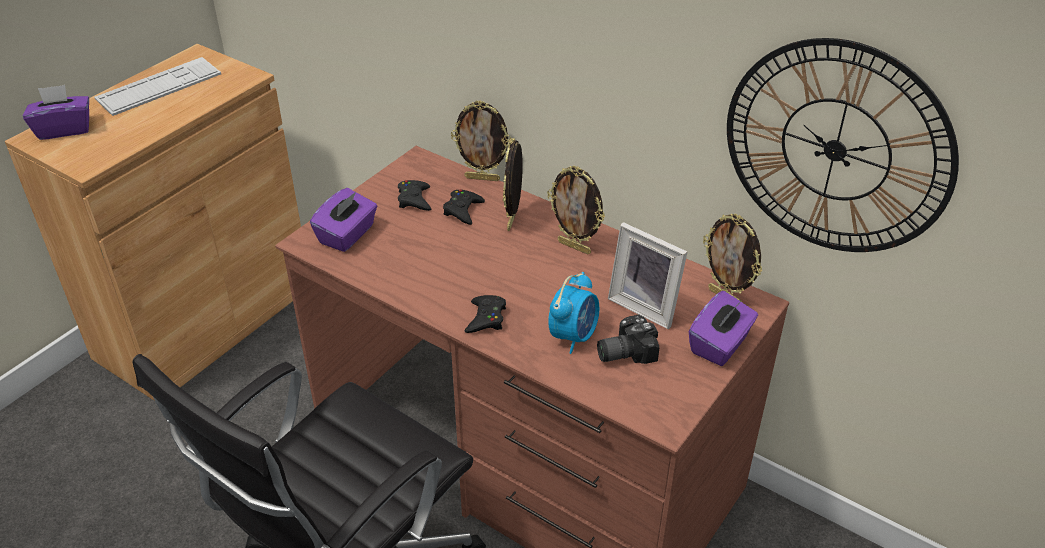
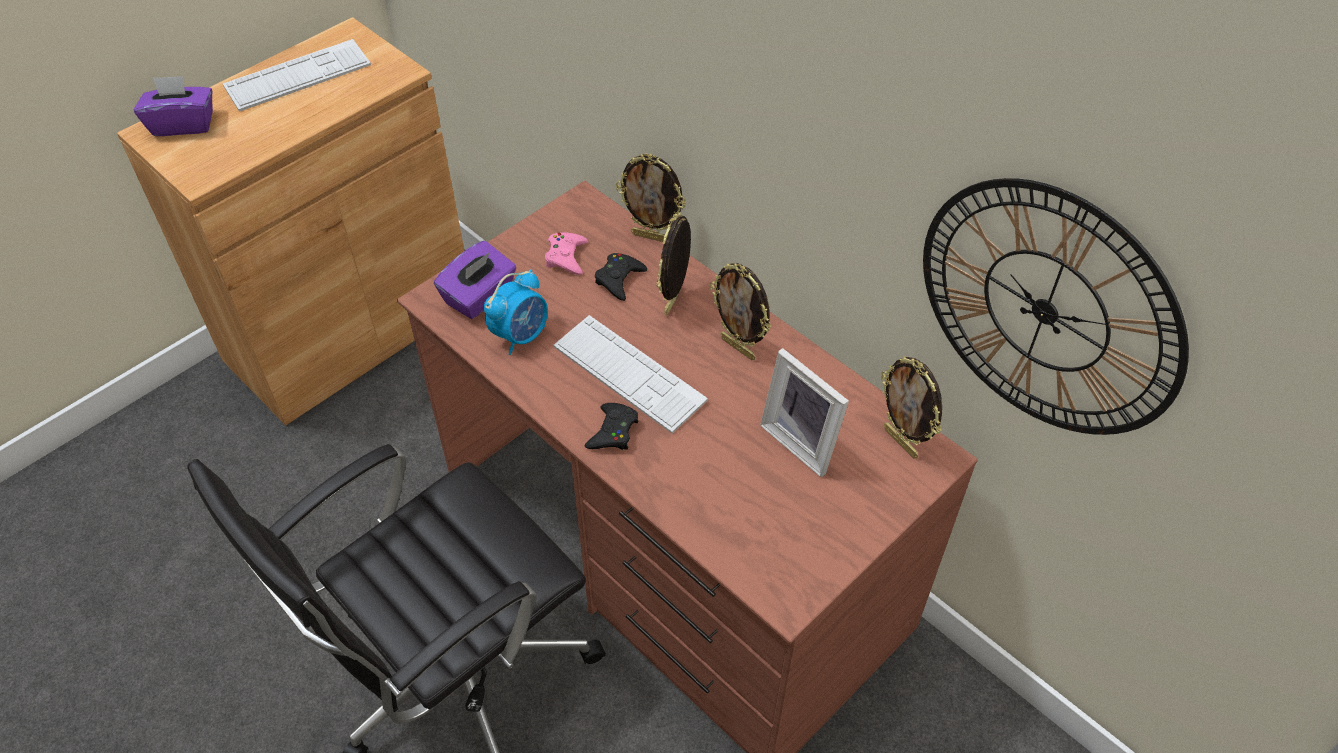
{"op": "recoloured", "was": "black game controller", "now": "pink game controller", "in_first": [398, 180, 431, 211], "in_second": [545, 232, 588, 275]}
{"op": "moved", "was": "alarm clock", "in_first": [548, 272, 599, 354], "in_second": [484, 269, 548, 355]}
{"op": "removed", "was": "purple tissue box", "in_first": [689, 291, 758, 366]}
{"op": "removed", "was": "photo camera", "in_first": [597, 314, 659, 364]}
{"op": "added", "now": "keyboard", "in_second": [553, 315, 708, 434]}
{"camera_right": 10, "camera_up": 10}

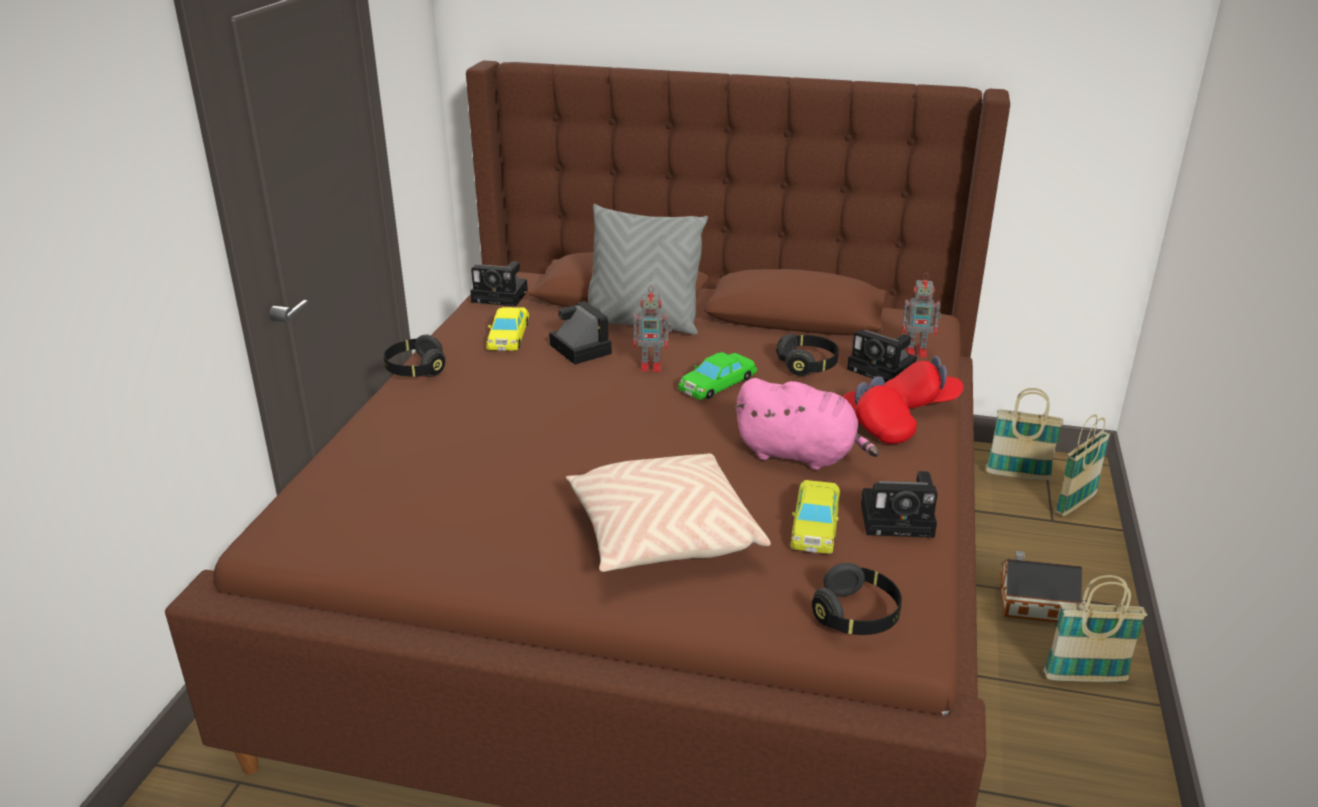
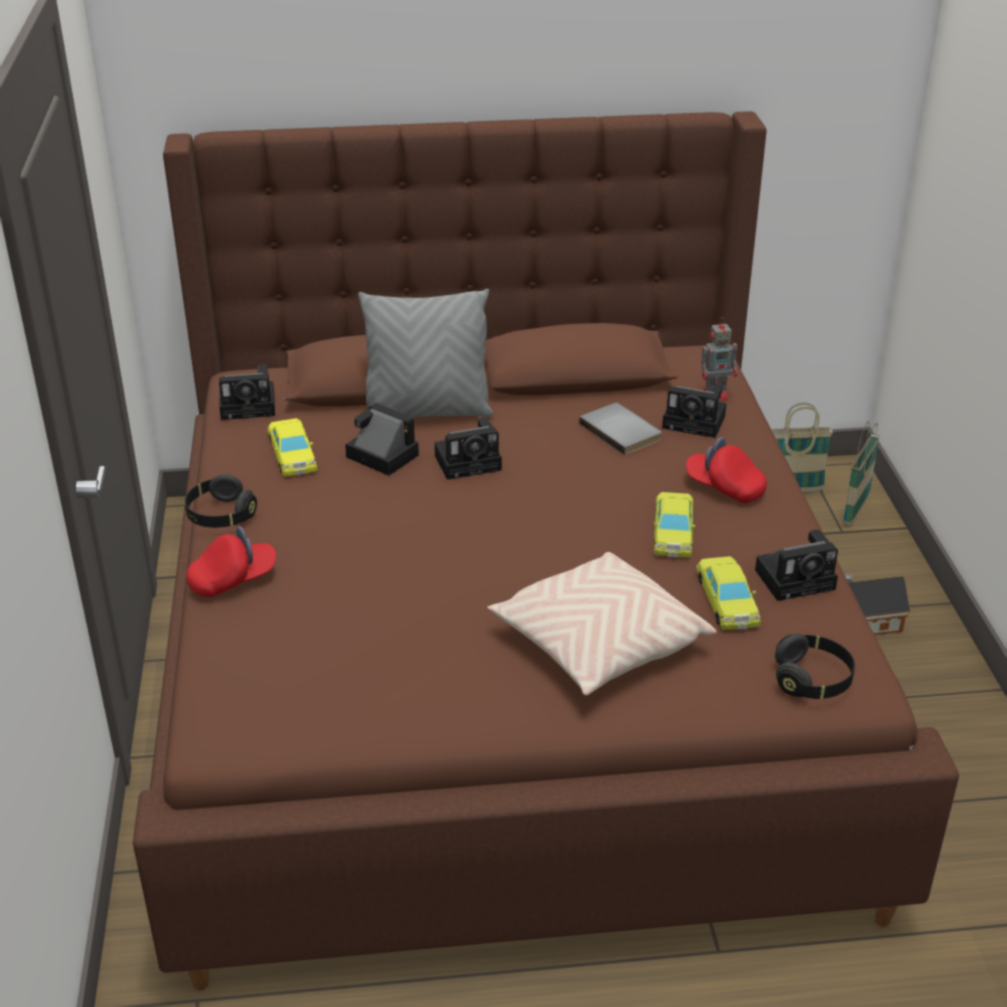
{"op": "replaced", "was": "toy robot", "now": "photo camera", "in_first": [633, 286, 672, 372], "in_second": [434, 417, 502, 480]}
{"op": "replaced", "was": "black headphones", "now": "grey book", "in_first": [776, 334, 839, 376], "in_second": [579, 403, 662, 455]}
{"op": "removed", "was": "green toy car", "in_first": [678, 352, 757, 400]}
{"op": "moved", "was": "red cap", "in_first": [885, 356, 964, 409], "in_second": [186, 526, 276, 598]}
{"op": "replaced", "was": "pink plush toy", "now": "yellow toy car", "in_first": [733, 378, 879, 470], "in_second": [653, 492, 696, 558]}
{"op": "removed", "was": "basket", "in_first": [1044, 575, 1147, 682]}
{"camera_right": -20, "camera_up": 5}

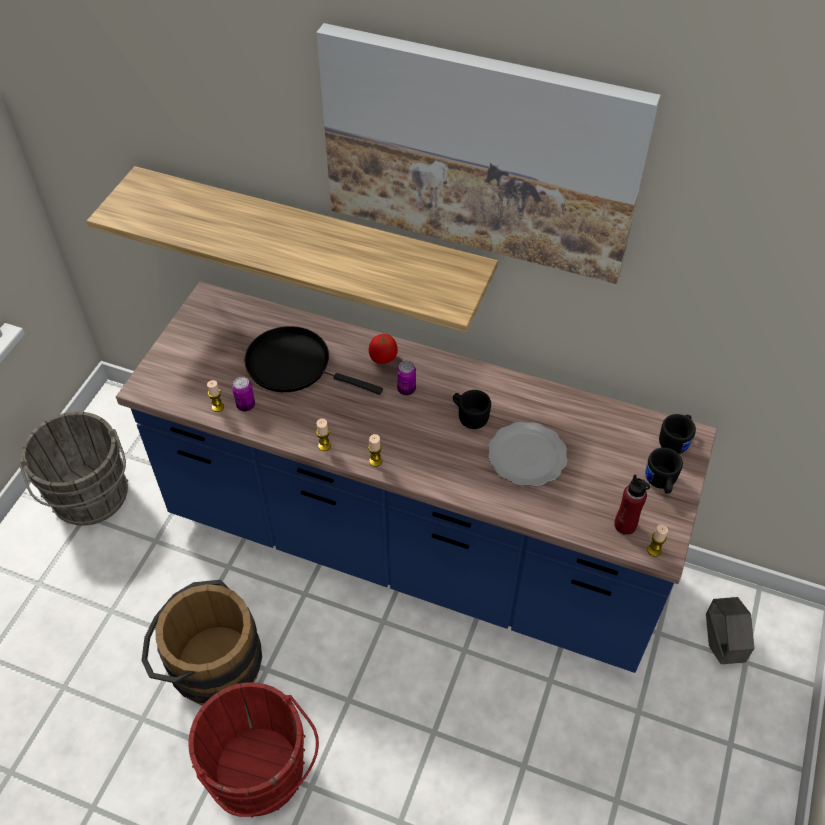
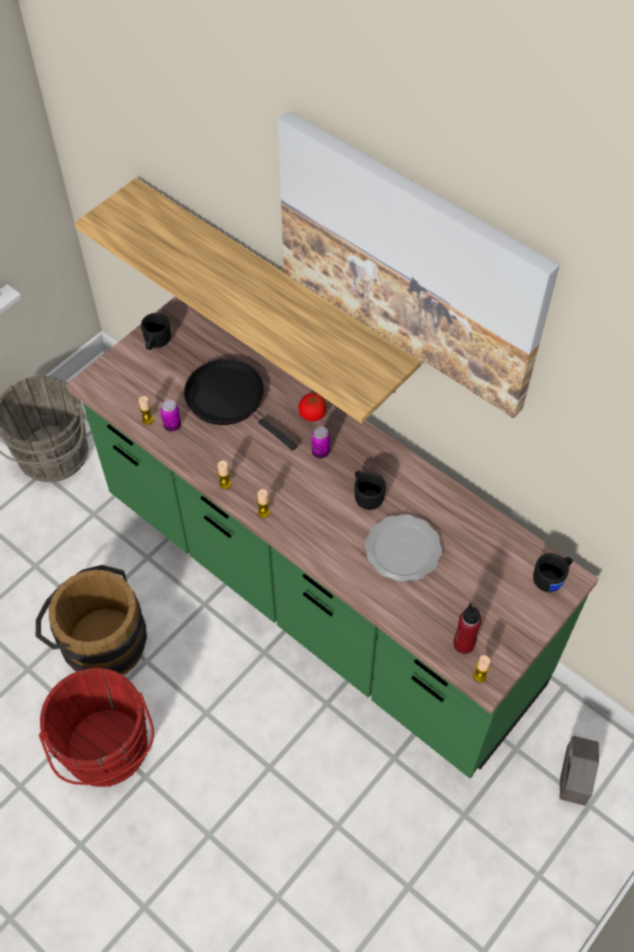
{"op": "recoloured", "was": "blue counter", "now": "green counter", "in_first": [116, 281, 717, 673], "in_second": [66, 296, 599, 778]}
{"op": "moved", "was": "black mug", "in_first": [645, 448, 683, 494], "in_second": [141, 313, 171, 350]}
{"camera_right": 20, "camera_up": 5}

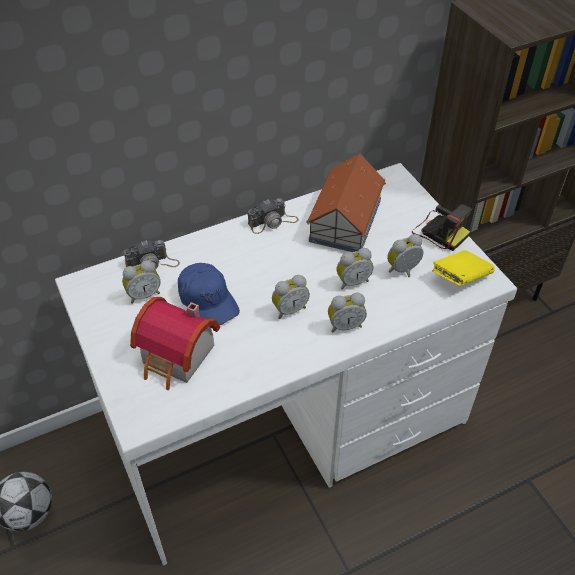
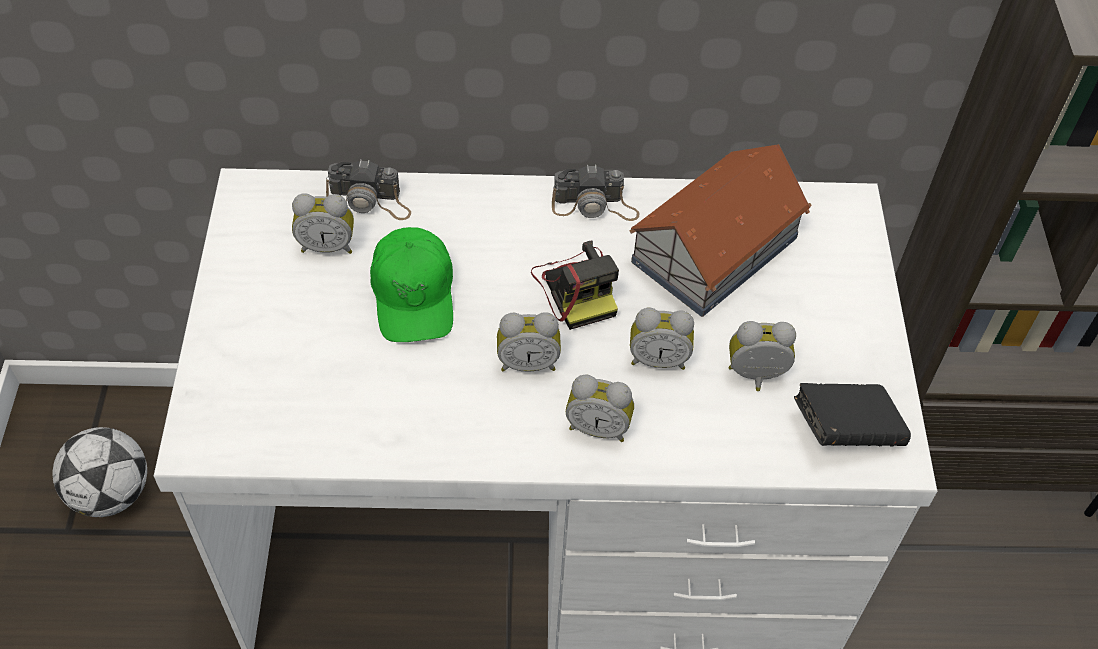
{"op": "moved", "was": "photo camera", "in_first": [412, 204, 472, 251], "in_second": [531, 241, 619, 330]}
{"op": "recoloured", "was": "yellow book", "now": "black book", "in_first": [432, 250, 495, 286], "in_second": [794, 383, 911, 446]}
{"op": "recoloured", "was": "blue cap", "now": "green cap", "in_first": [178, 263, 240, 328], "in_second": [370, 227, 453, 342]}
{"op": "removed", "was": "toy house", "in_first": [130, 297, 220, 390]}
{"camera_right": 25, "camera_up": 5}

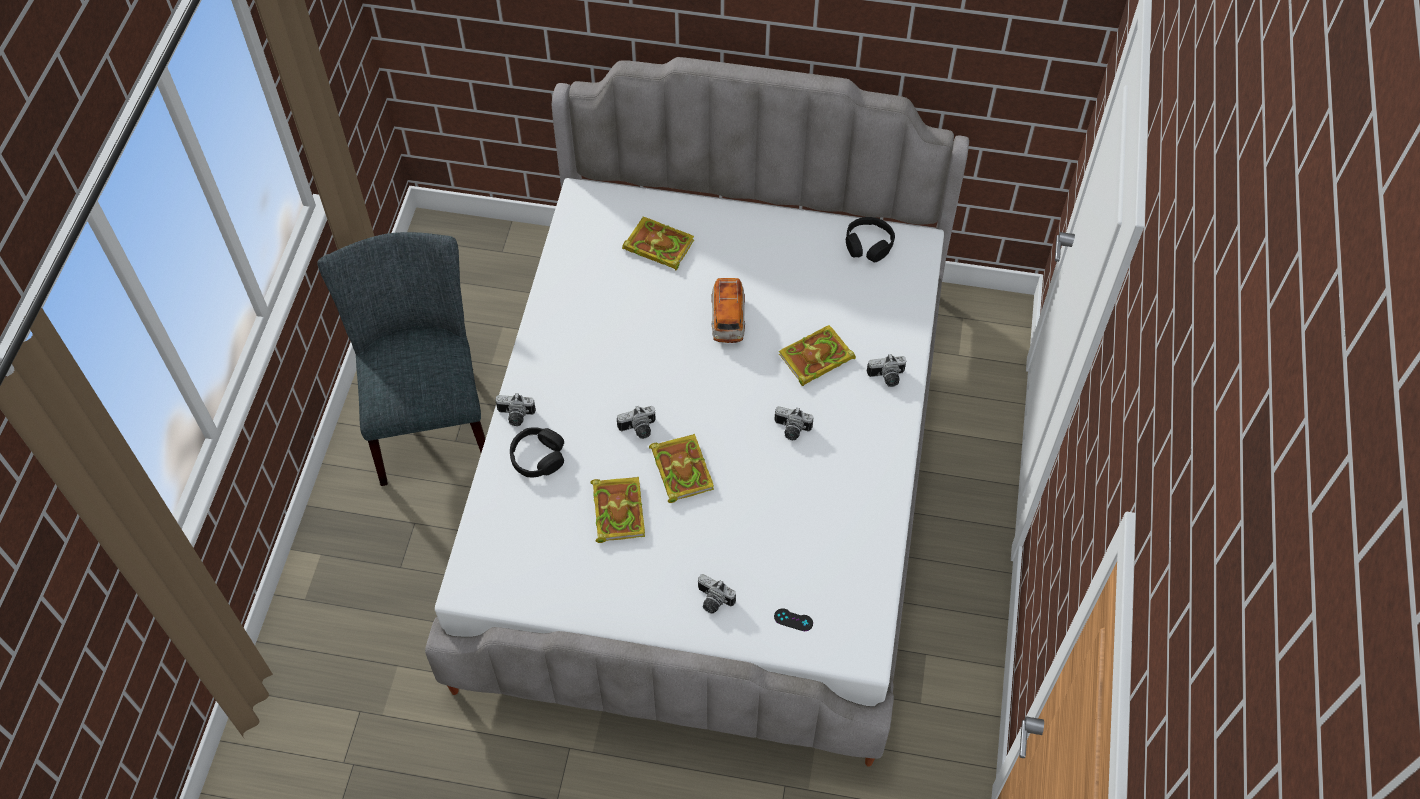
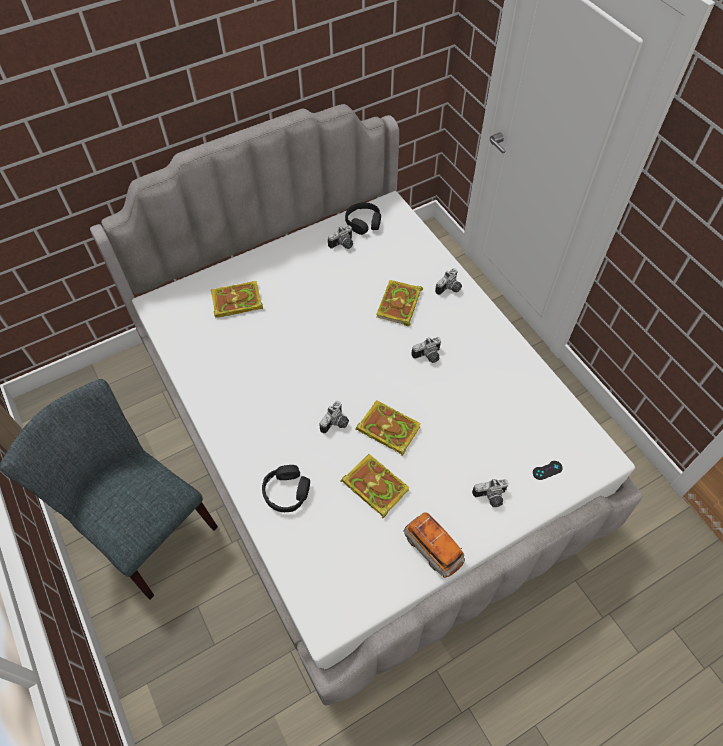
{"op": "moved", "was": "toy car", "in_first": [711, 278, 745, 343], "in_second": [404, 512, 465, 578]}
{"op": "moved", "was": "photo camera", "in_first": [495, 393, 536, 426], "in_second": [328, 226, 353, 249]}
{"camera_right": -40, "camera_up": 0}

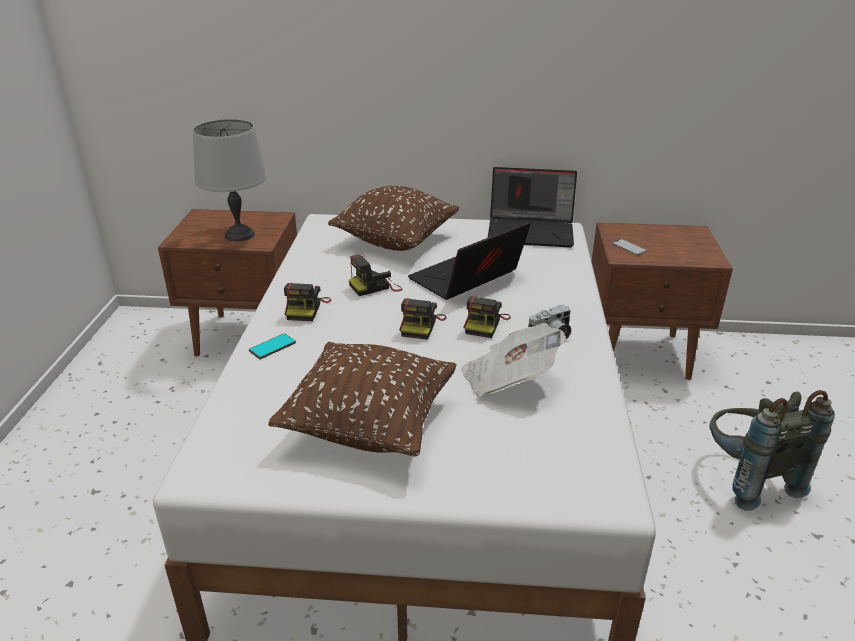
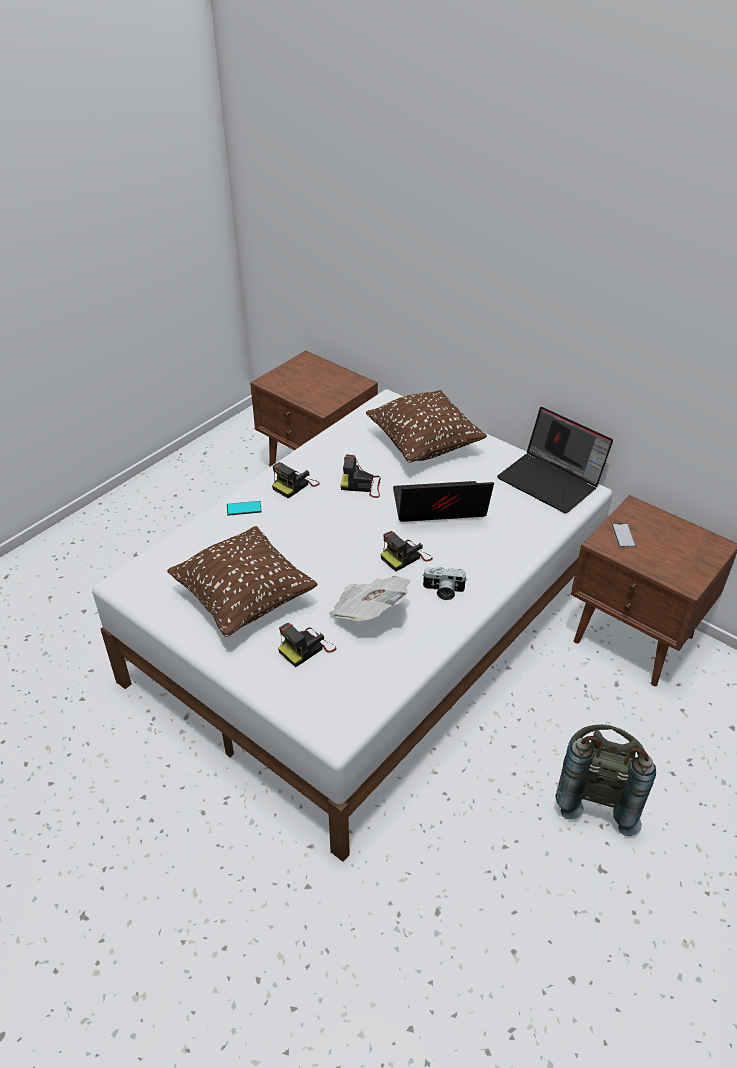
{"op": "removed", "was": "grey table lamp", "in_first": [193, 119, 267, 242]}
{"op": "moved", "was": "photo camera", "in_first": [399, 298, 447, 340], "in_second": [278, 623, 337, 667]}
{"camera_right": 35, "camera_up": 10}

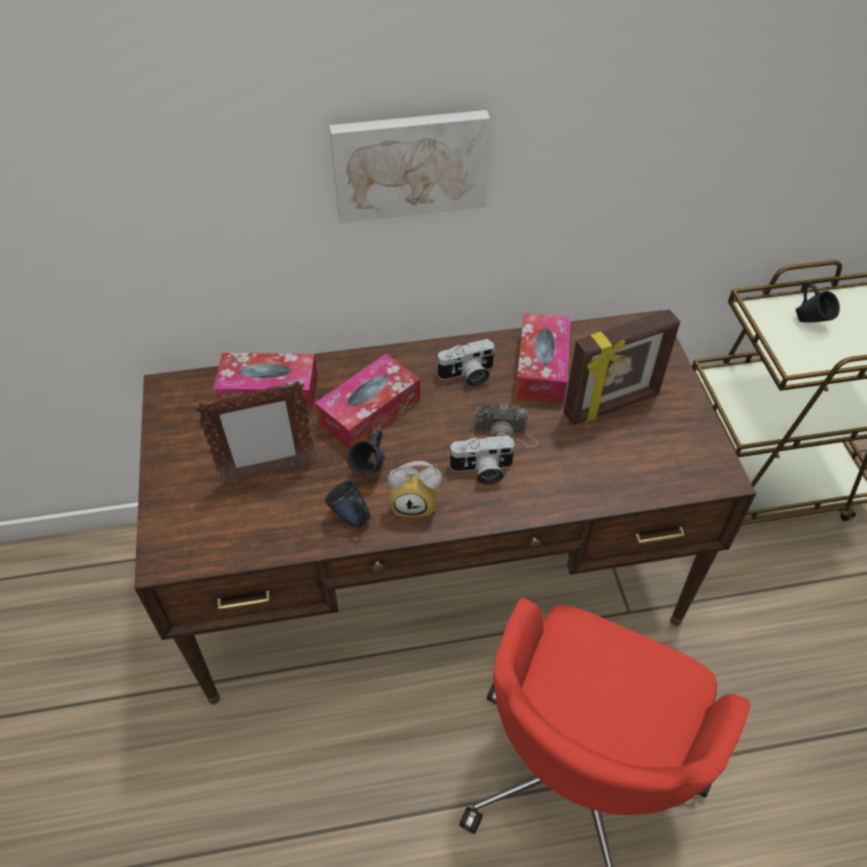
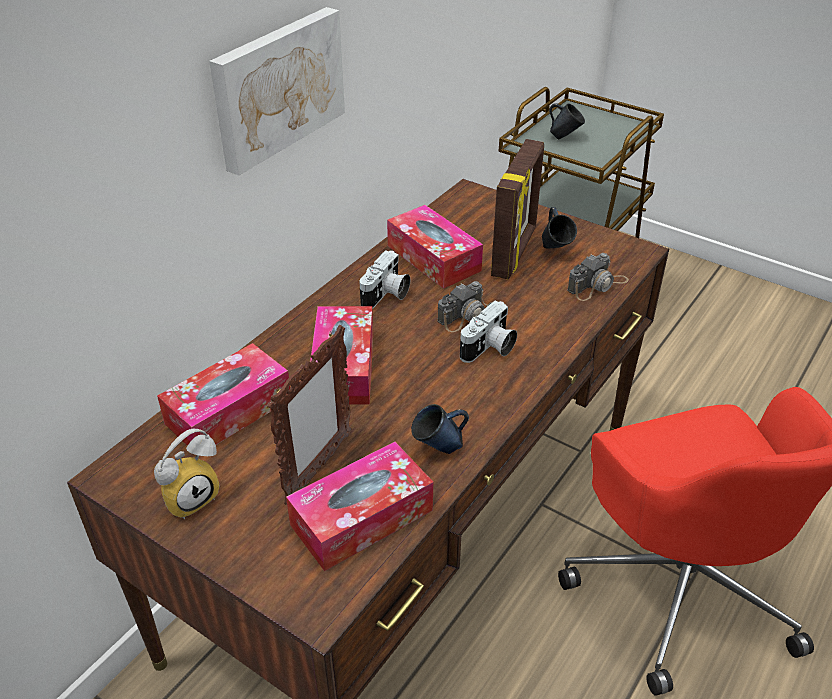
{"op": "moved", "was": "blue mug", "in_first": [347, 430, 385, 475], "in_second": [542, 207, 577, 248]}
{"op": "moved", "was": "alarm clock", "in_first": [388, 461, 442, 517], "in_second": [154, 429, 220, 519]}
{"op": "added", "now": "photo camera", "in_second": [567, 253, 629, 301]}
{"op": "added", "now": "tissue box", "in_second": [286, 442, 433, 571]}
{"camera_right": -45, "camera_up": -10}

